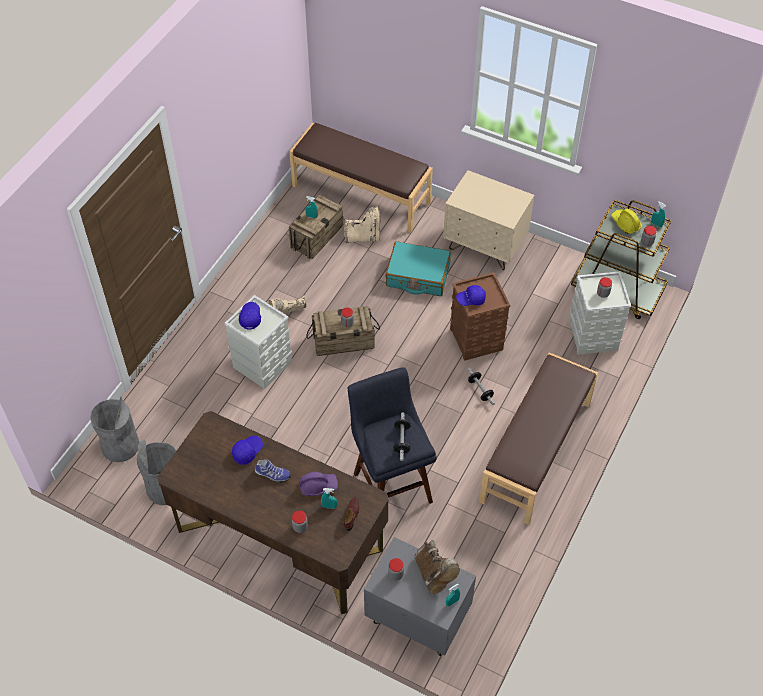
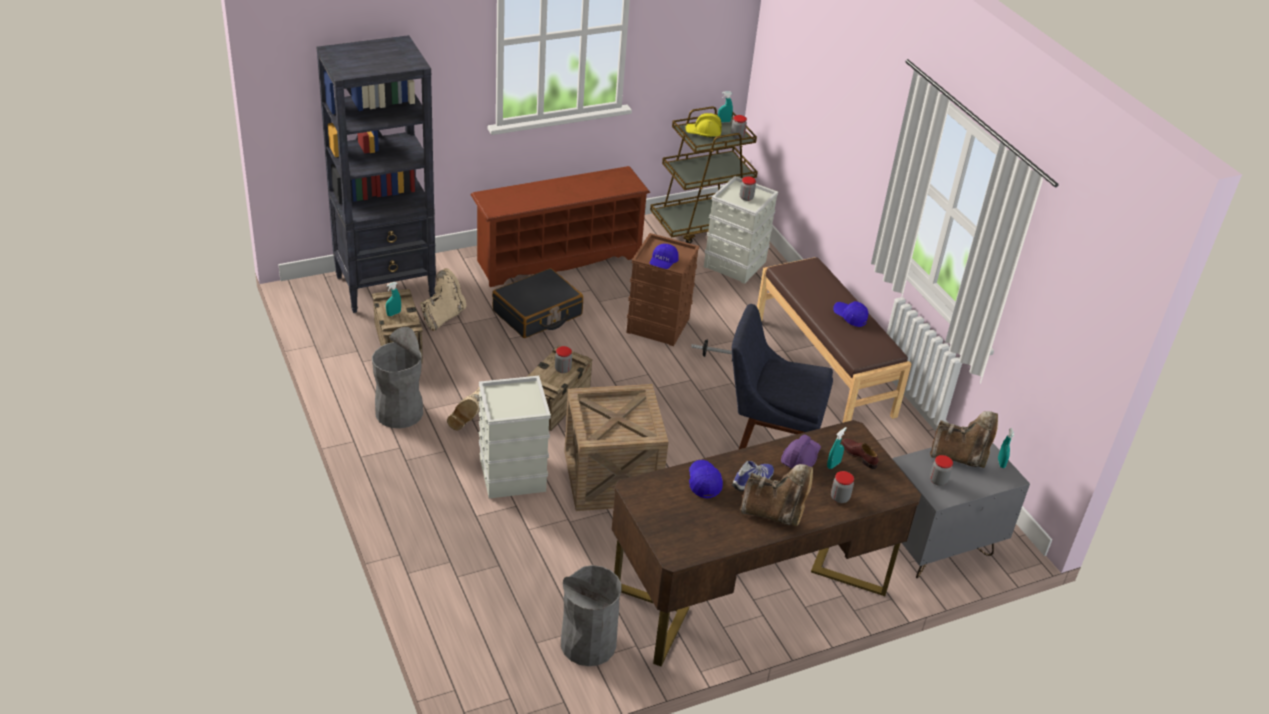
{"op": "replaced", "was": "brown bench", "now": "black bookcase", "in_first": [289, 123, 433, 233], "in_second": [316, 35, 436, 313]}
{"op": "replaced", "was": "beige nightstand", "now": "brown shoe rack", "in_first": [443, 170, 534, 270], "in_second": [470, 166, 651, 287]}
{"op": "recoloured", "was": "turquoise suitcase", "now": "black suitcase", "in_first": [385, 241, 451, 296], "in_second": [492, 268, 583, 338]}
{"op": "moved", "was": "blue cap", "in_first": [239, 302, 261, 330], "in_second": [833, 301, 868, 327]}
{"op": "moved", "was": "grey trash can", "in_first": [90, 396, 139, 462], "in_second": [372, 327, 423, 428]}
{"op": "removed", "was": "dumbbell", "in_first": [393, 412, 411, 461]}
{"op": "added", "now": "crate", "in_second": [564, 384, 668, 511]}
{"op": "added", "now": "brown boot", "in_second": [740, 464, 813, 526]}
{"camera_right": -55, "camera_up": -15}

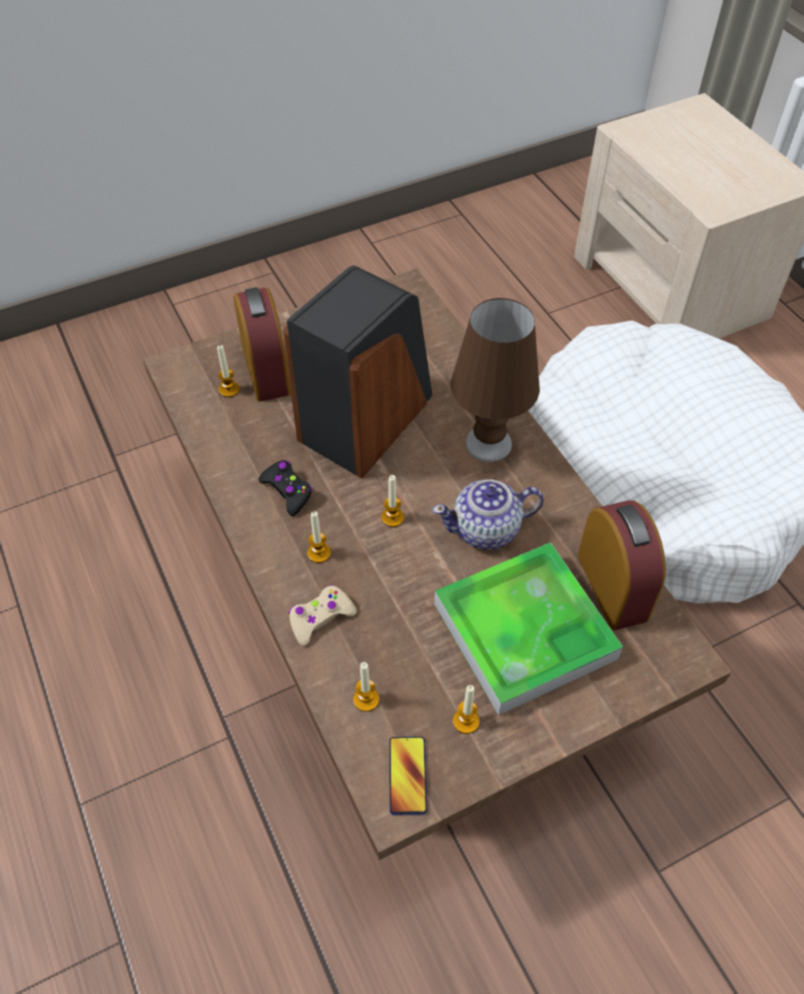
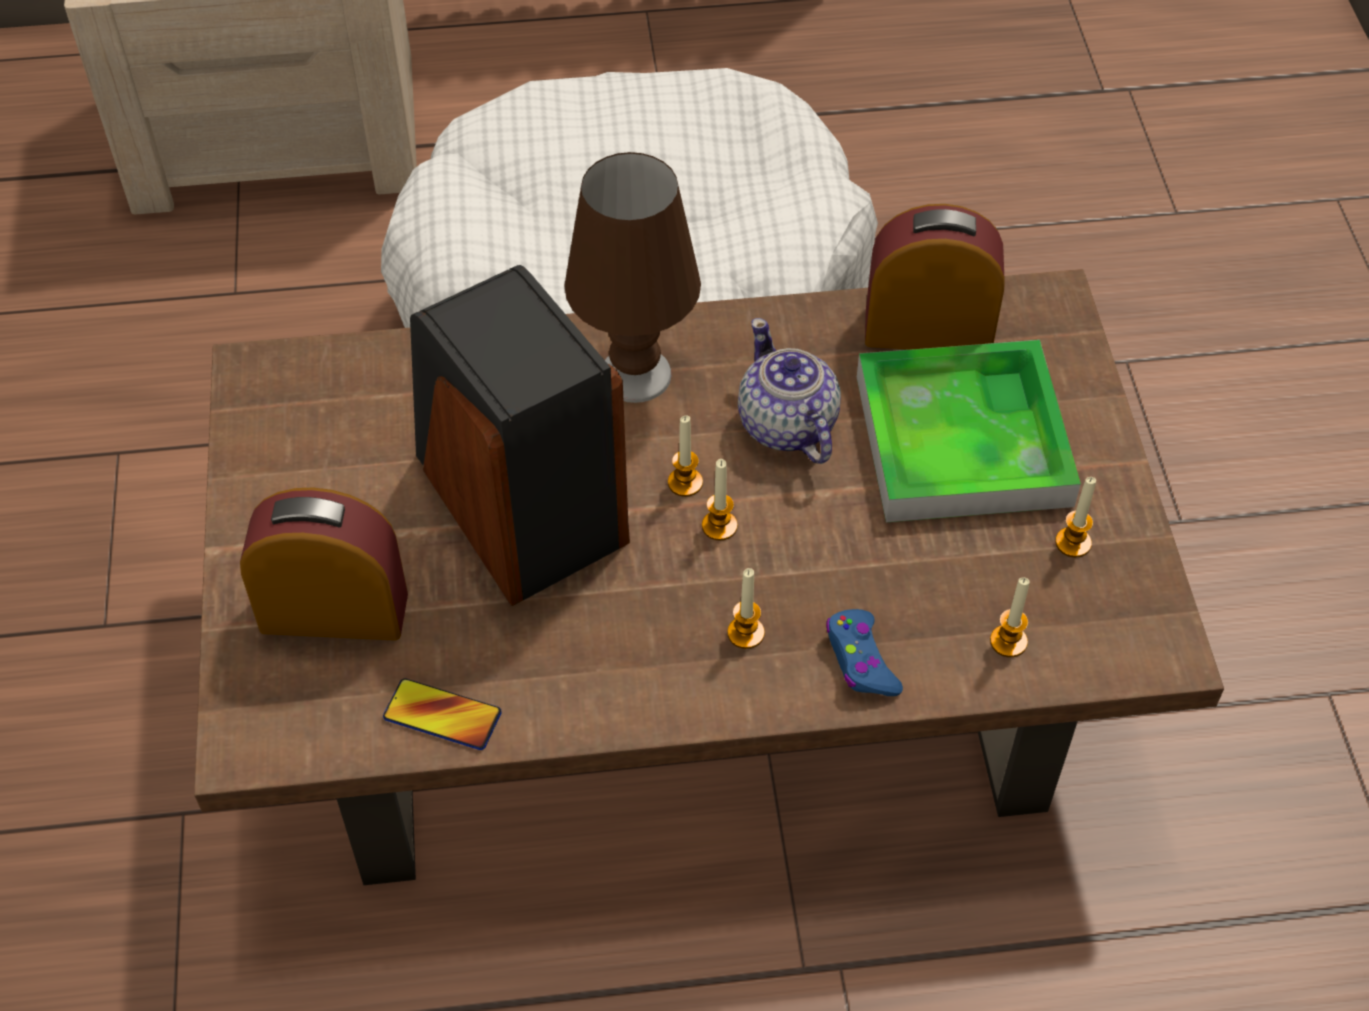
{"op": "moved", "was": "candle", "in_first": [217, 345, 239, 397], "in_second": [668, 415, 703, 497]}
{"op": "removed", "was": "black game controller", "in_first": [259, 460, 313, 516]}
{"op": "turned", "was": "teapot", "in_first": [432, 479, 544, 550], "in_second": [738, 318, 841, 464], "clockwise": 150}
{"op": "recoloured", "was": "beige game controller", "now": "blue game controller", "in_first": [289, 585, 357, 646], "in_second": [826, 609, 903, 696]}
{"op": "moved", "was": "phone", "in_first": [389, 737, 427, 815], "in_second": [383, 678, 502, 750]}
{"camera_right": -70, "camera_up": 0}

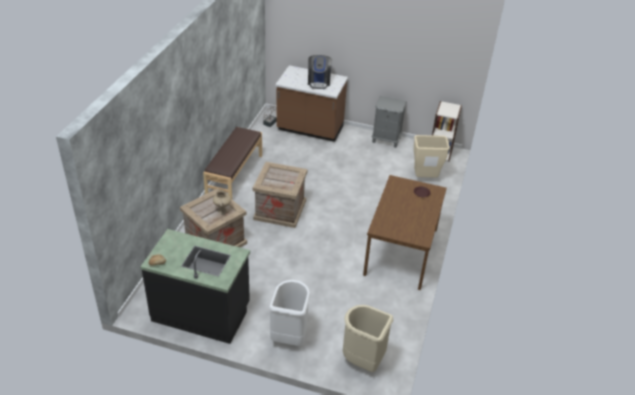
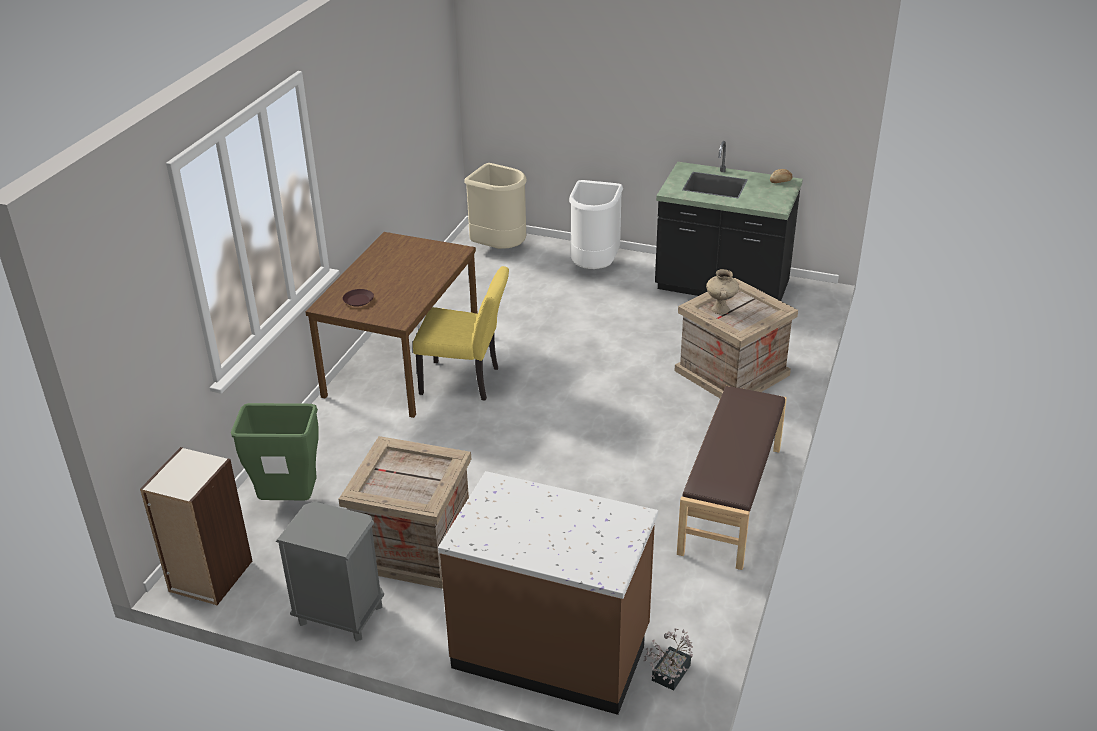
{"op": "removed", "was": "coffee machine", "in_first": [308, 55, 332, 89]}
{"op": "recoloured", "was": "beige trash can", "now": "green trash can", "in_first": [414, 135, 450, 178], "in_second": [231, 403, 319, 500]}
{"op": "moved", "was": "crate", "in_first": [253, 162, 308, 228], "in_second": [338, 436, 471, 589]}
{"op": "added", "now": "yellow chair", "in_second": [413, 266, 509, 401]}
{"camera_right": -175, "camera_up": -5}

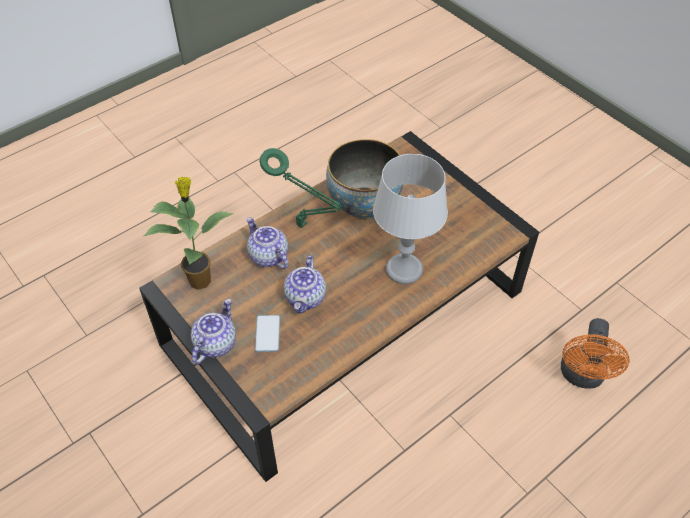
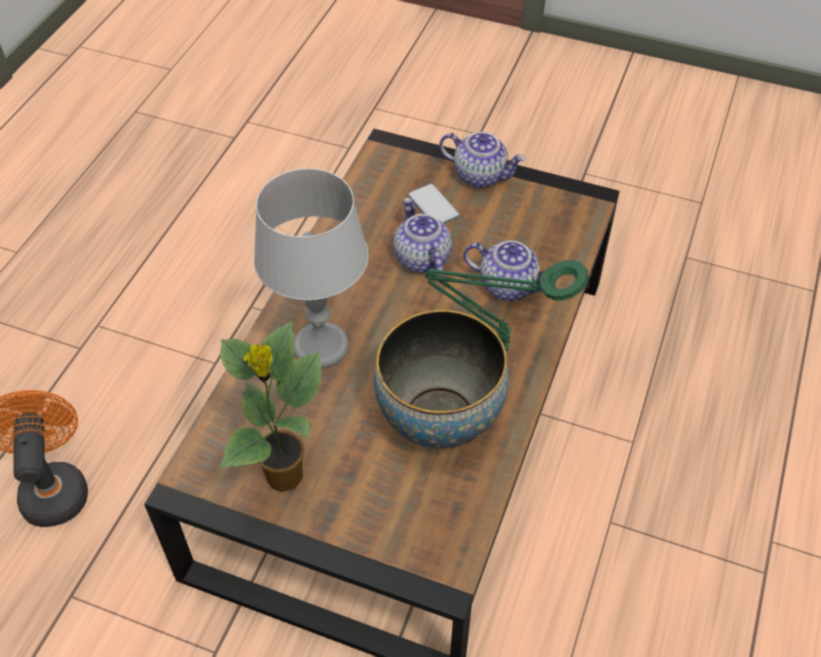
{"op": "moved", "was": "potted plant", "in_first": [144, 177, 234, 290], "in_second": [219, 320, 322, 492]}
{"op": "turned", "was": "teapot", "in_first": [191, 299, 236, 364], "in_second": [439, 132, 526, 188], "clockwise": -60}
{"camera_right": 150, "camera_up": 0}

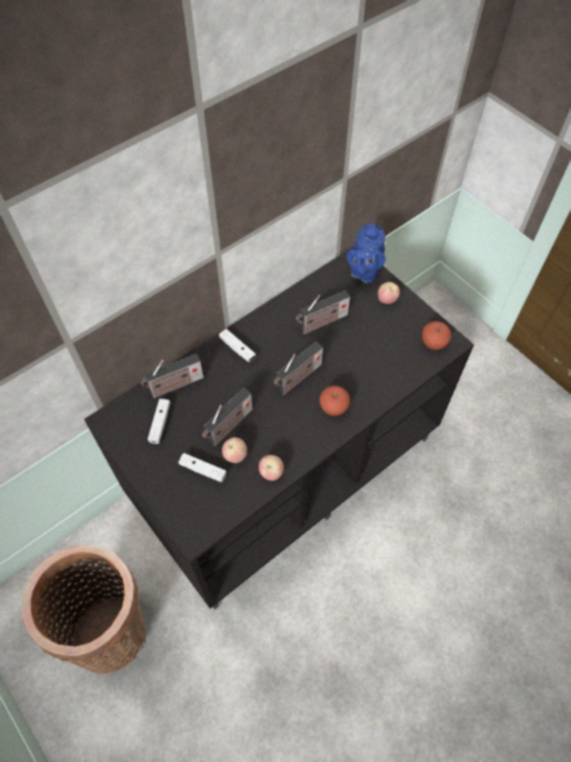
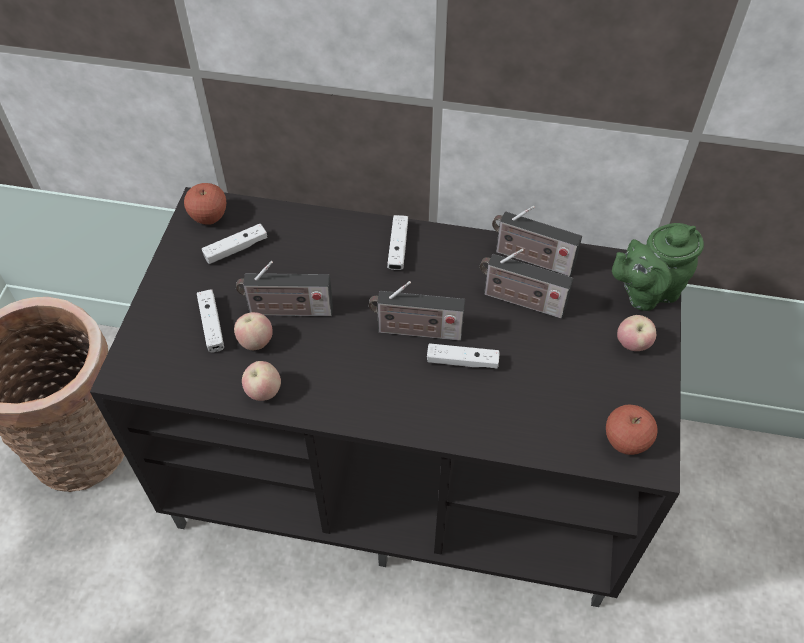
{"op": "recoloured", "was": "blue teapot", "now": "green teapot", "in_first": [346, 223, 385, 283], "in_second": [612, 223, 704, 311]}
{"op": "moved", "was": "radio", "in_first": [141, 354, 204, 398], "in_second": [492, 206, 582, 276]}
{"op": "moved", "was": "apple", "in_first": [319, 386, 350, 416], "in_second": [184, 183, 226, 224]}
{"op": "added", "now": "white game controller", "in_second": [427, 343, 500, 368]}
{"camera_right": 50, "camera_up": -5}

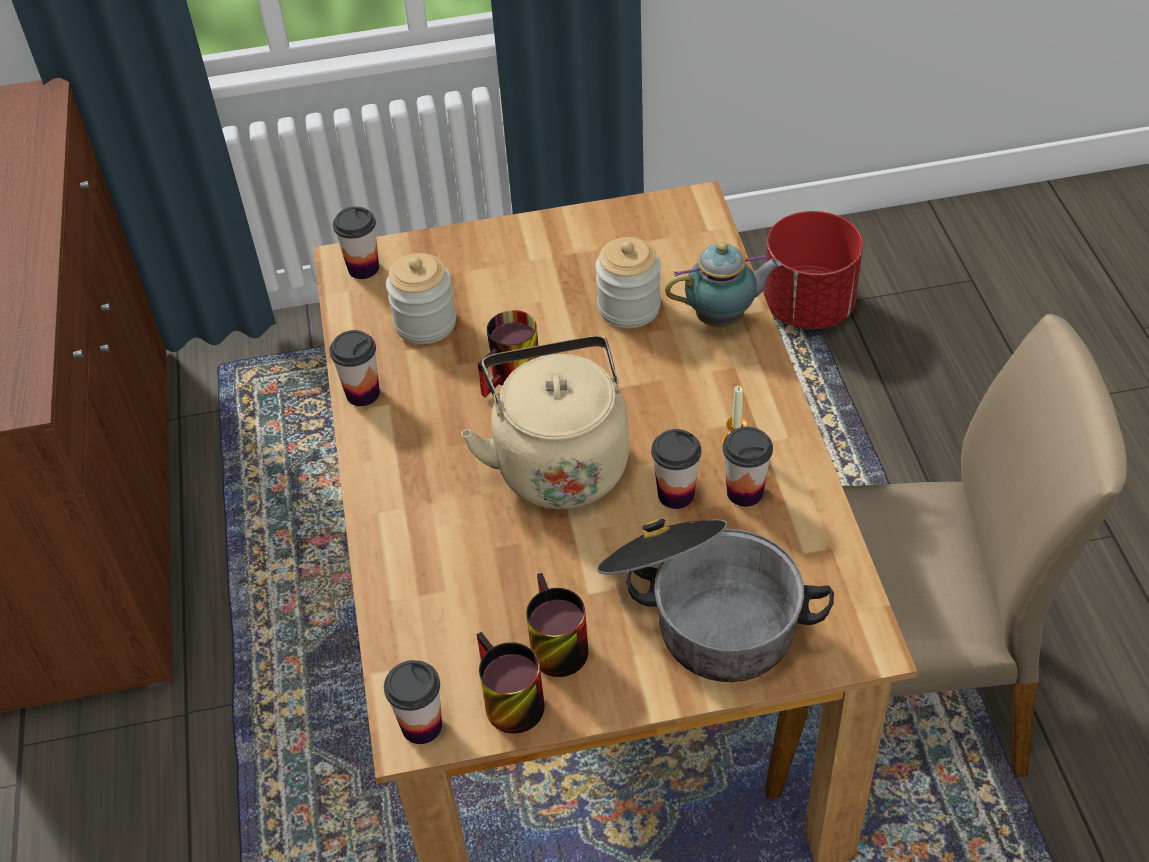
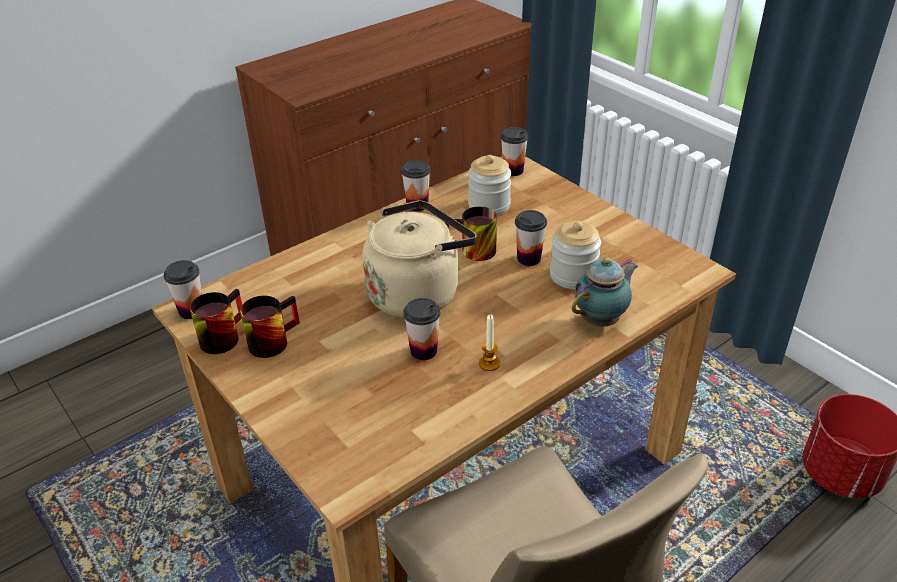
{"op": "turned", "was": "teapot", "in_first": [665, 242, 782, 327], "in_second": [572, 257, 638, 327], "clockwise": -90}
{"op": "moved", "was": "cup", "in_first": [723, 427, 773, 507], "in_second": [515, 210, 547, 266]}
{"op": "removed", "was": "cooking pot", "in_first": [597, 519, 834, 682]}
{"camera_right": 60, "camera_up": -10}

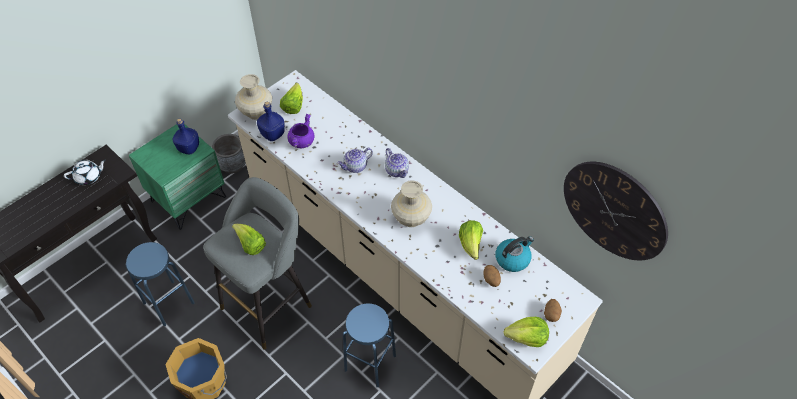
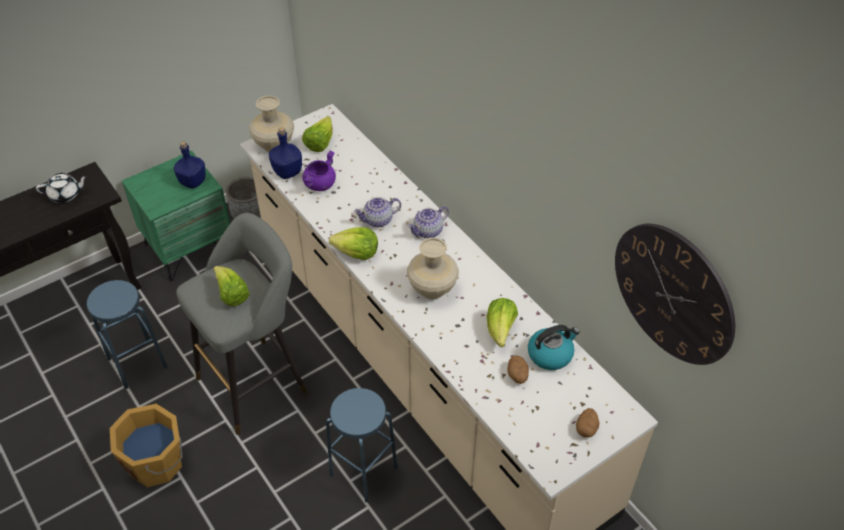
{"op": "turned", "was": "teapot", "in_first": [385, 148, 409, 178], "in_second": [407, 206, 449, 238], "clockwise": 75}
{"op": "moved", "was": "lettuce", "in_first": [504, 317, 549, 347], "in_second": [329, 227, 378, 260]}
{"camera_right": 10, "camera_up": -5}

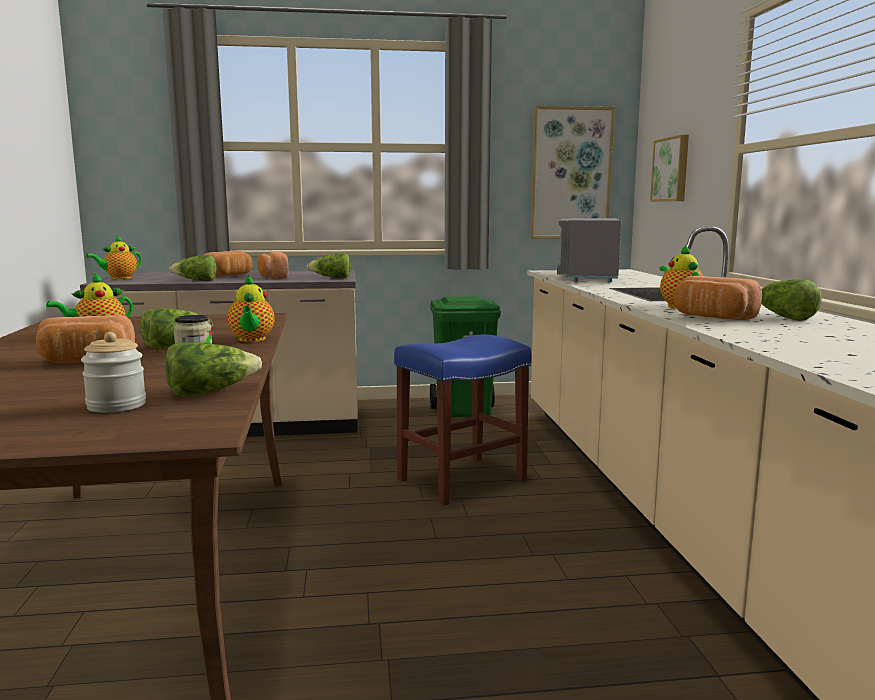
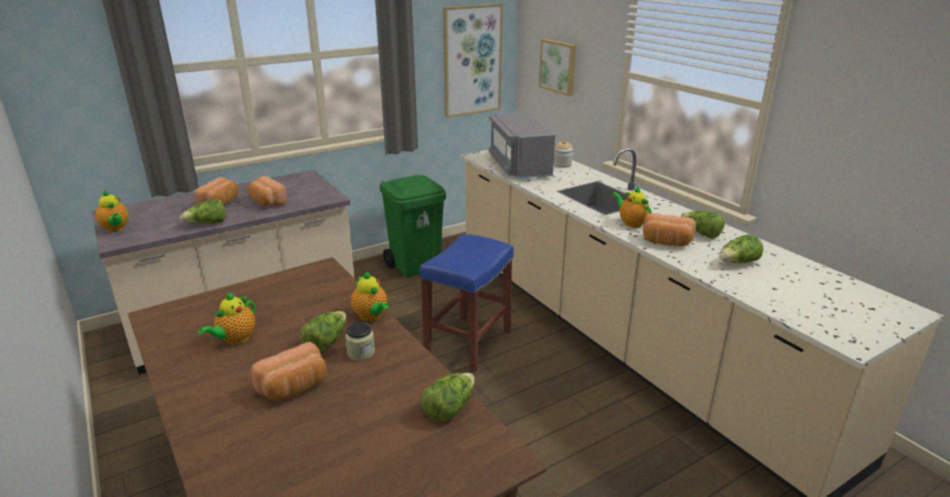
{"op": "turned", "was": "teapot", "in_first": [86, 235, 142, 279], "in_second": [95, 190, 129, 232], "clockwise": -60}
{"op": "moved", "was": "lettuce", "in_first": [307, 253, 351, 278], "in_second": [719, 235, 764, 263]}
{"op": "moved", "was": "jar", "in_first": [81, 332, 146, 413], "in_second": [554, 140, 573, 168]}
{"camera_right": -25, "camera_up": 15}

